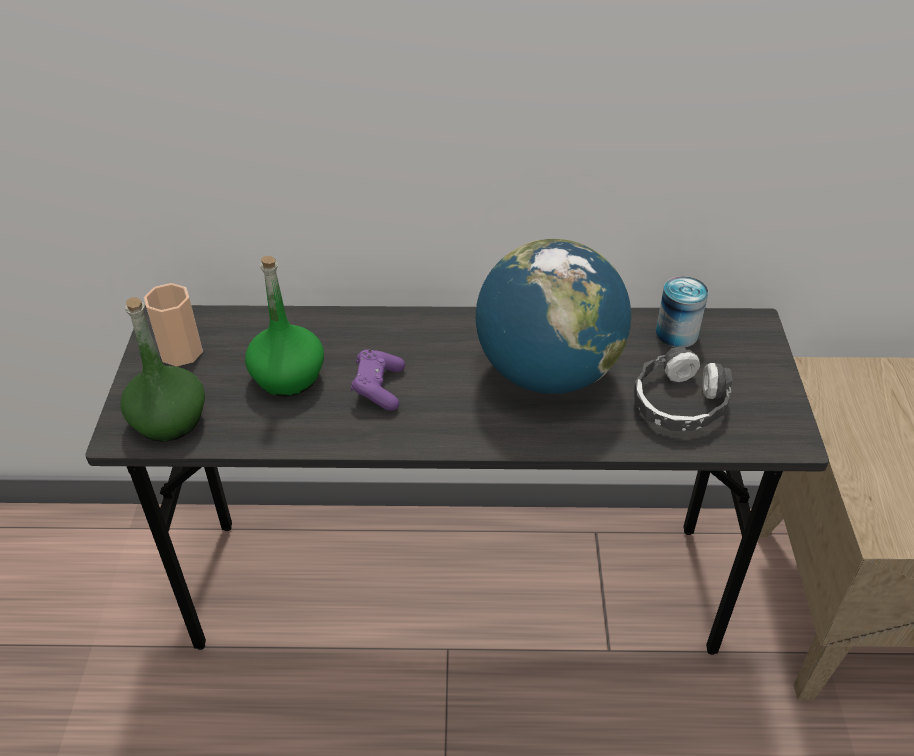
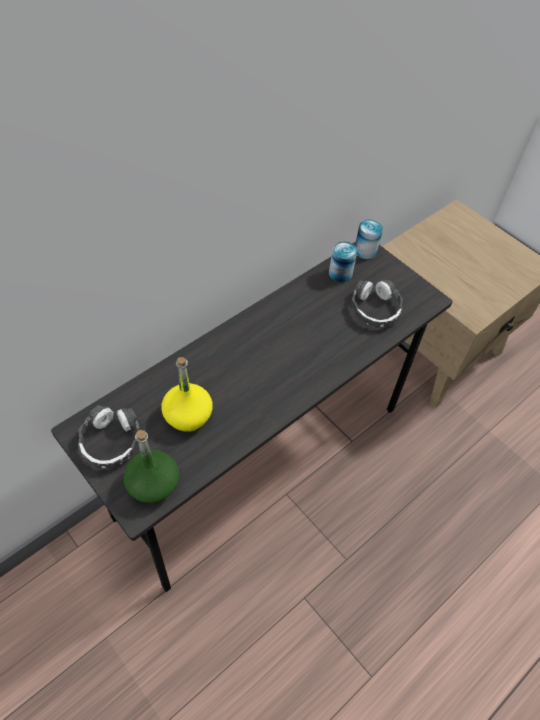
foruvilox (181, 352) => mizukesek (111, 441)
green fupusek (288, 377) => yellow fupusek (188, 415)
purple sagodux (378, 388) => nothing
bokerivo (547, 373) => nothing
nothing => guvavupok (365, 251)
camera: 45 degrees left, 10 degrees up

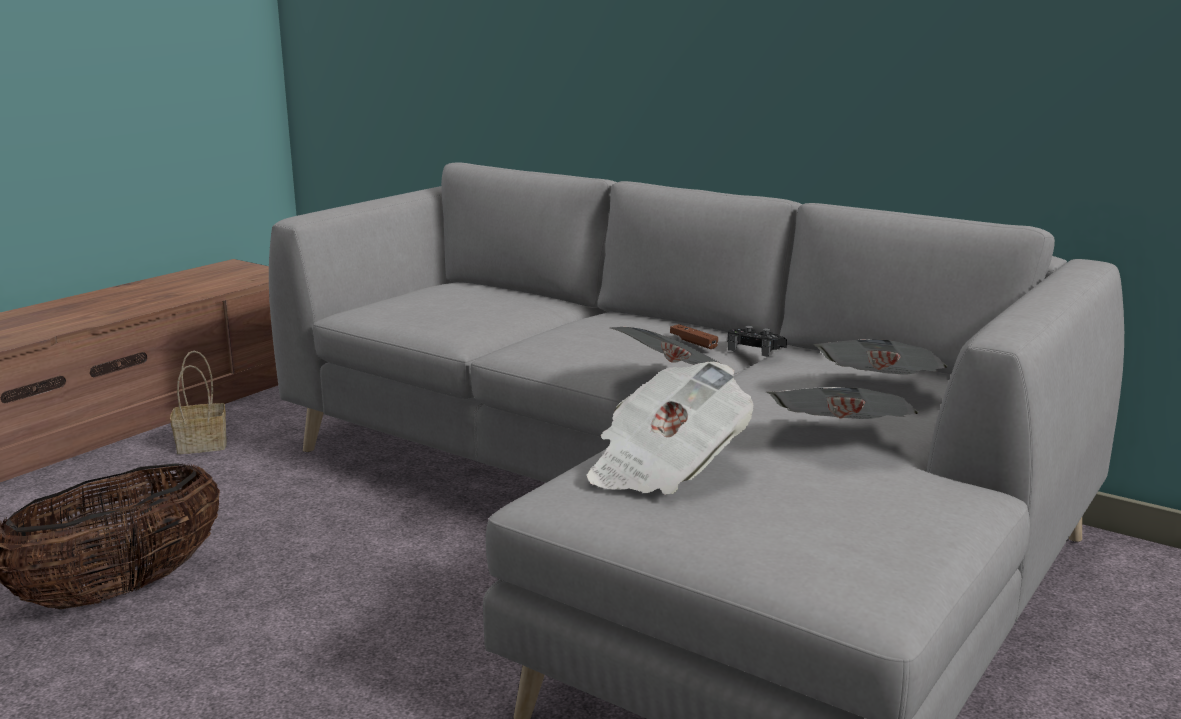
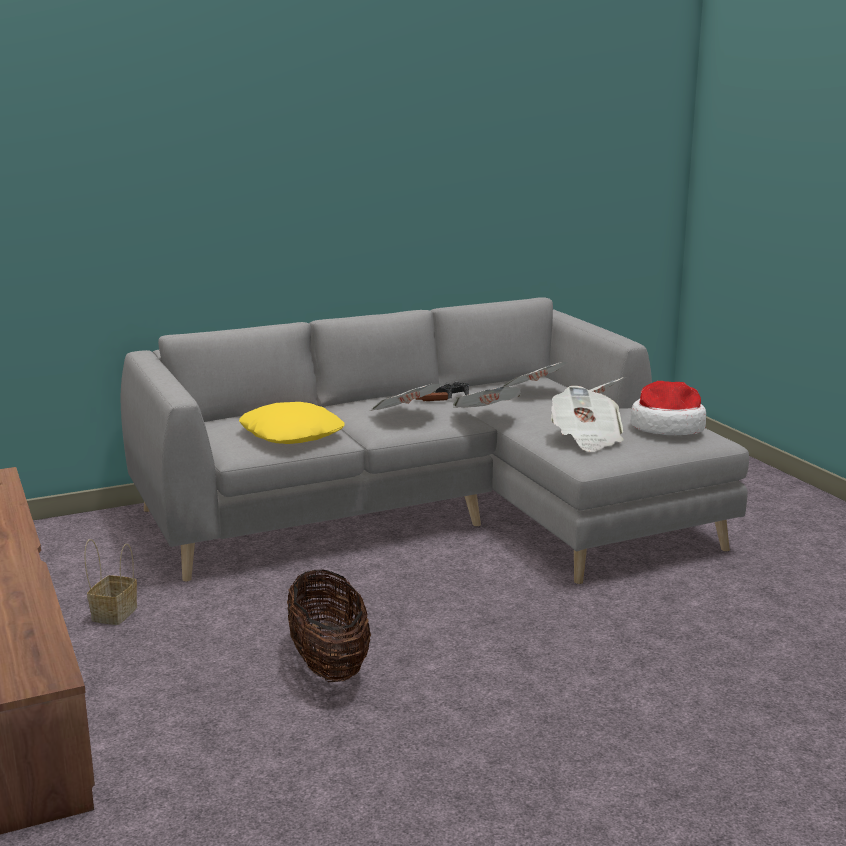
nothing => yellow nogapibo (292, 434)
nothing => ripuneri (405, 416)
nothing => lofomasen (667, 427)
camera: 60 degrees left, 0 degrees up

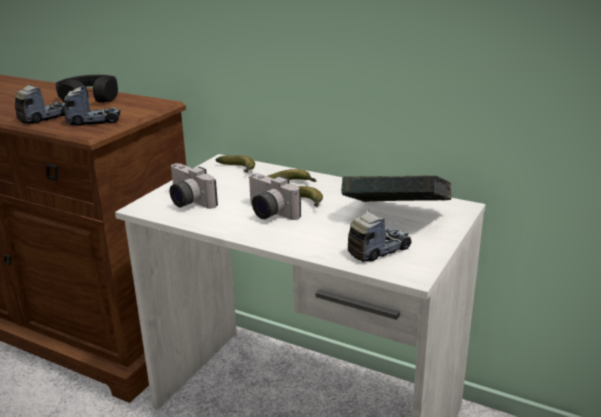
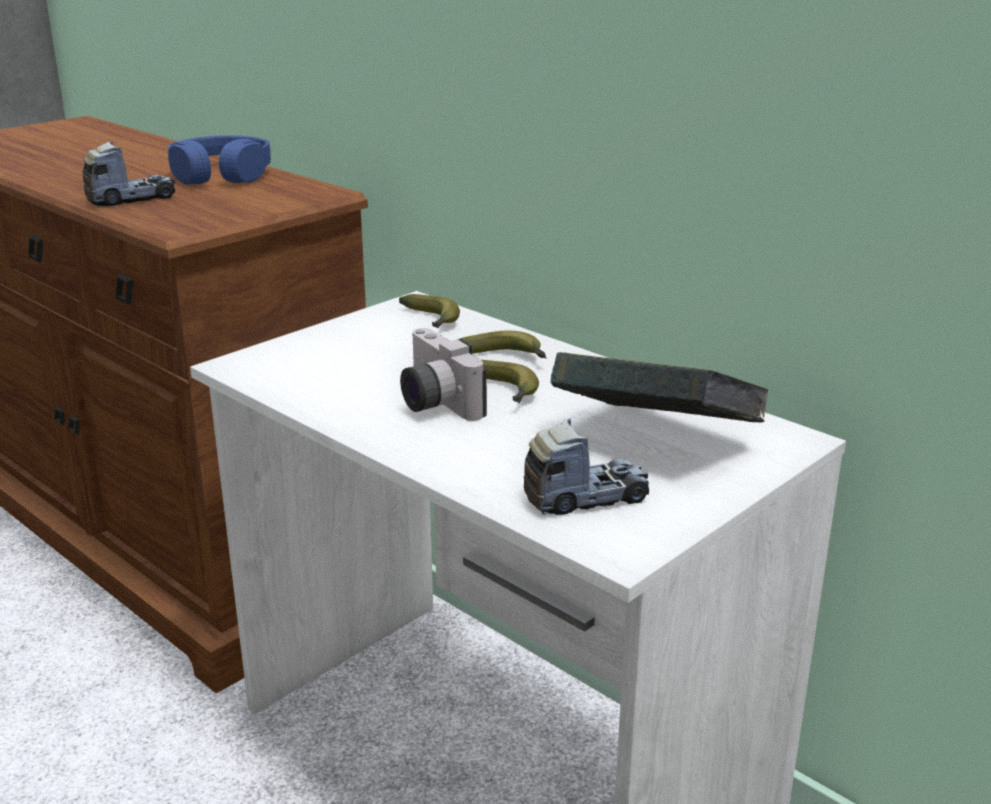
black mizukesek (89, 99) => blue mizukesek (221, 175)
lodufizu (93, 121) => nothing
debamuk (187, 202) => nothing
camera: 15 degrees right, 0 degrees up

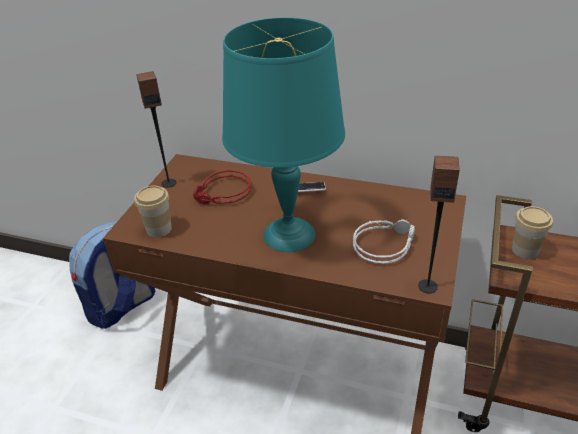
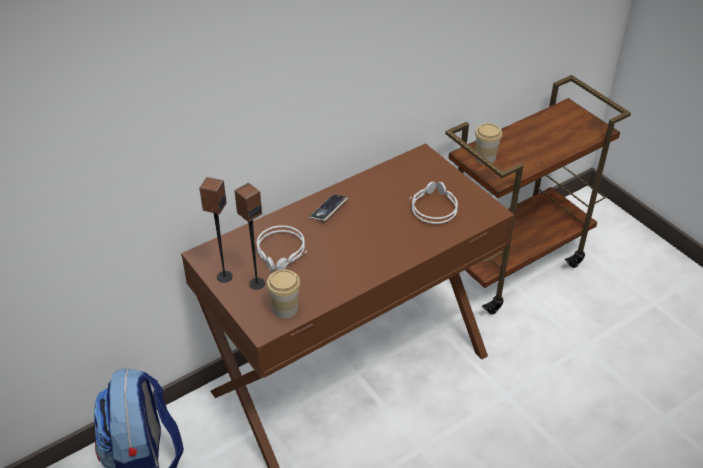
red mizukesek (223, 194) => grey mizukesek (282, 253)
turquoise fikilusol (288, 235) => nothing
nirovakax (427, 286) => nirovakax (256, 283), relocated
camera: 55 degrees left, 5 degrees up

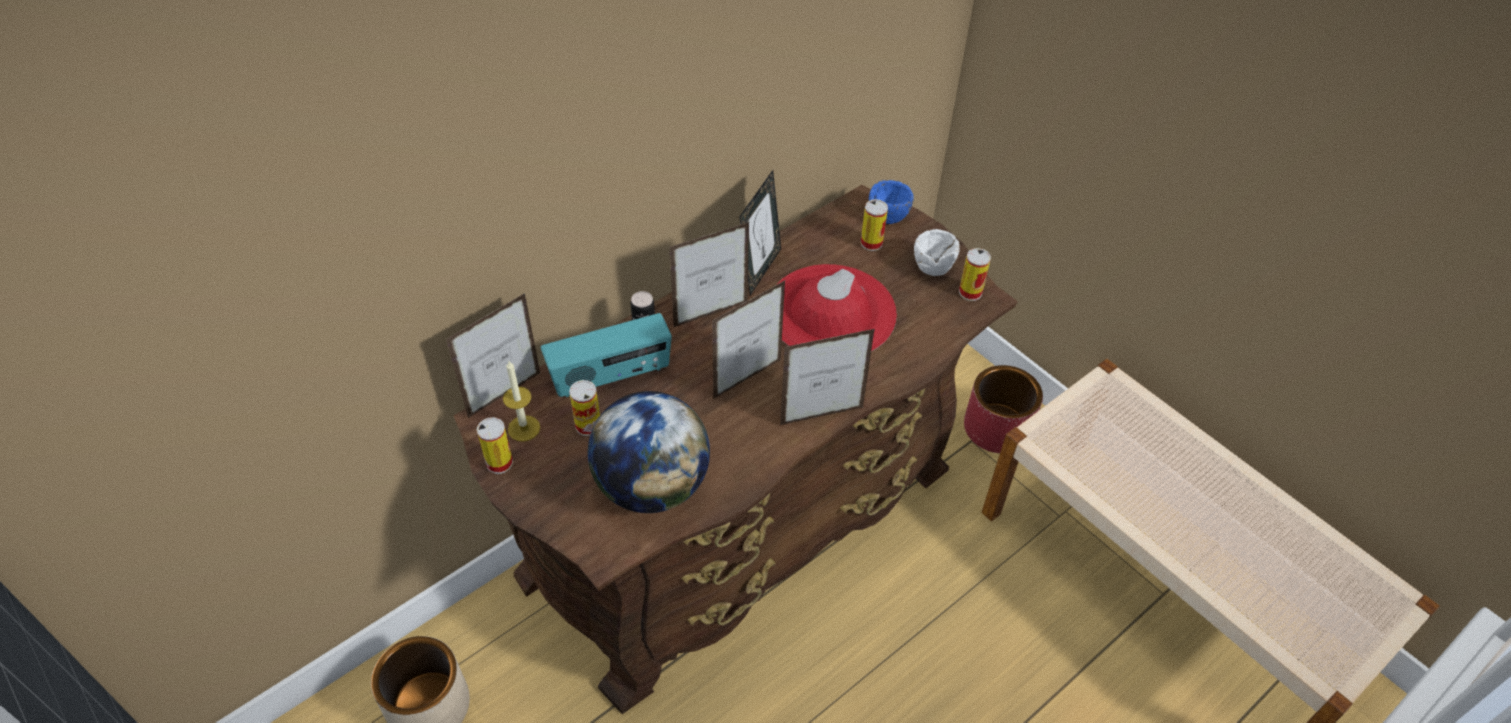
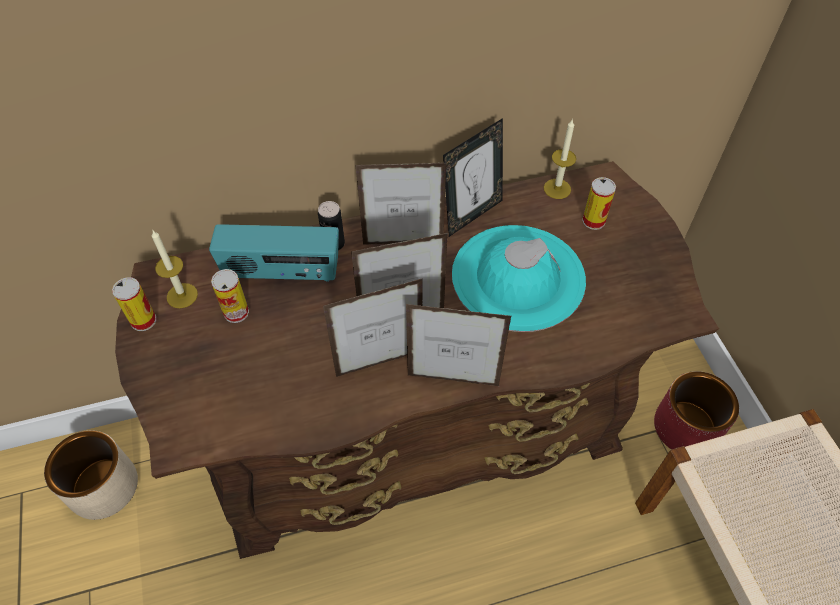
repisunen (505, 395) => repisunen (380, 364), relocated
bokerivo (651, 486) => nothing
red lofomasen (831, 312) => turquoise lofomasen (518, 277)
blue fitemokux (888, 215) => nothing
white fitemokux (933, 266) => nothing
guvavupok (970, 292) => nothing
nothing => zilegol (557, 189)
camera: 25 degrees right, 5 degrees up

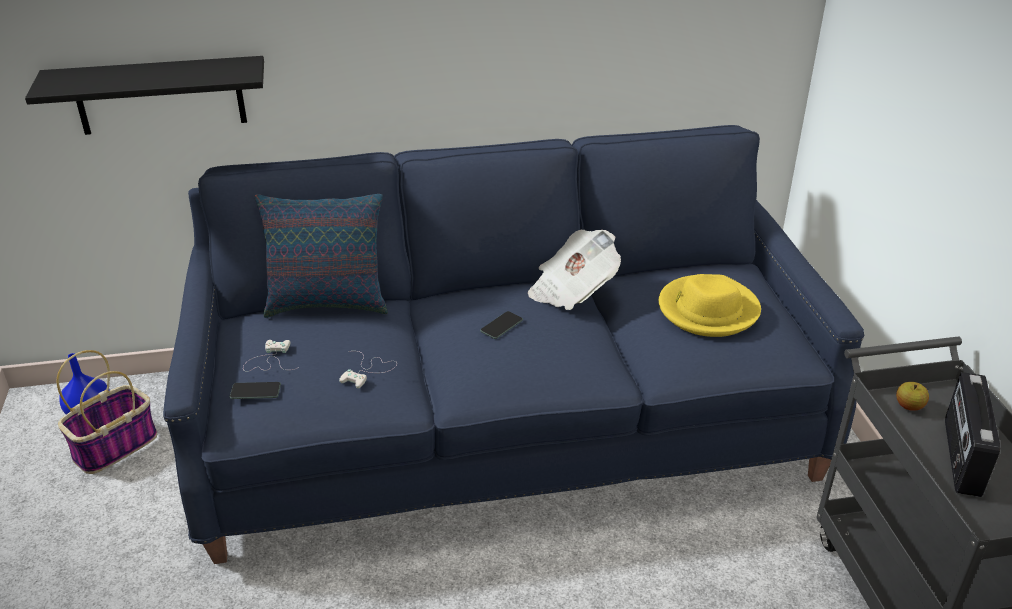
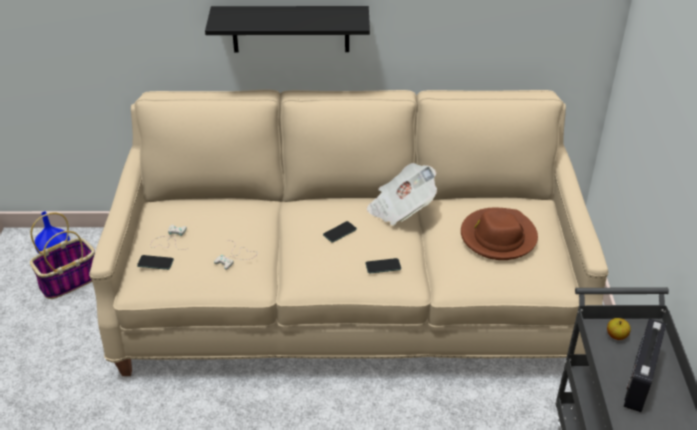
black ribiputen (160, 95) => black ribiputen (290, 29), relocated
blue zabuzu (507, 425) => beige zabuzu (349, 300)
blue nogapibo (328, 305) => nothing
yellow lofomasen (707, 310) => brown lofomasen (498, 237)
nothing => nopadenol (383, 266)
camera: 10 degrees right, 5 degrees up

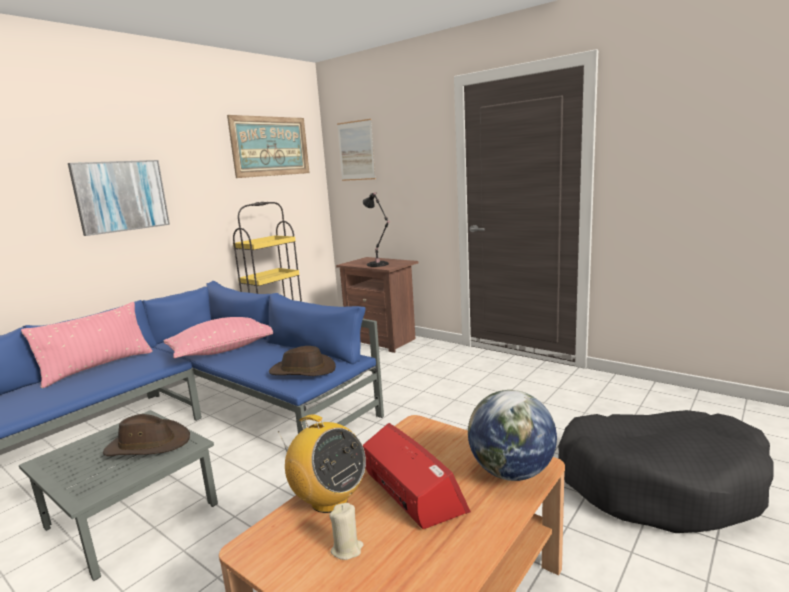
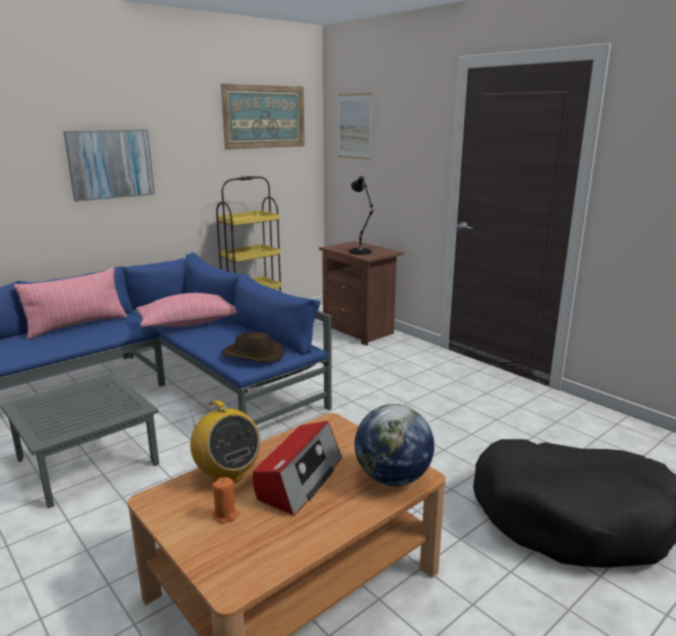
brown lofomasen (148, 444) => nothing
beige zilegol (347, 549) => orange zilegol (226, 515)
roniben (412, 491) => roniben (299, 479), 45 degrees clockwise
camera: 10 degrees right, 5 degrees up

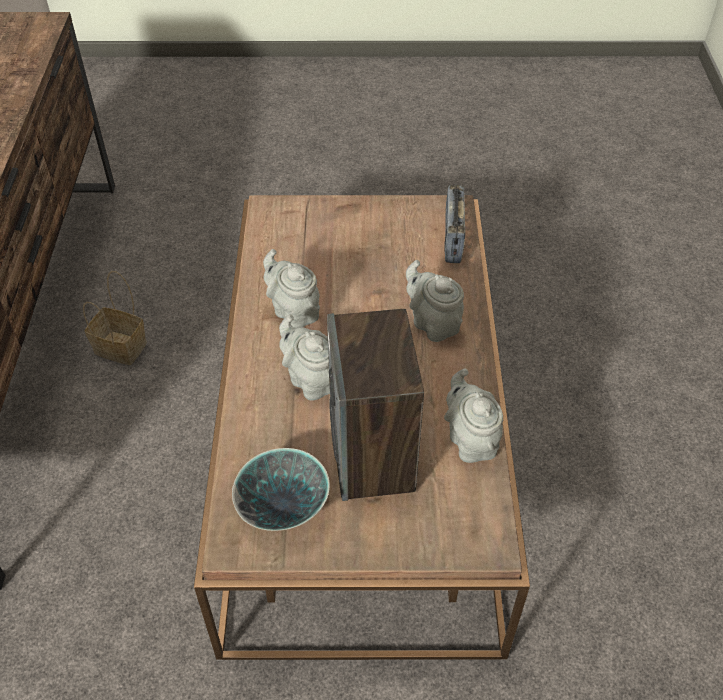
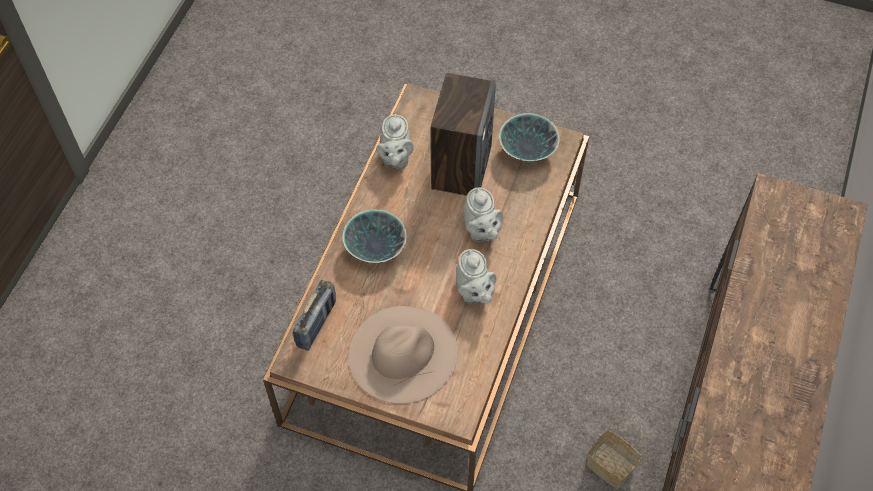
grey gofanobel (433, 324) => fitemokux (375, 249)
nothing => beige lofomasen (403, 353)
camera: 160 degrees left, 10 degrees up

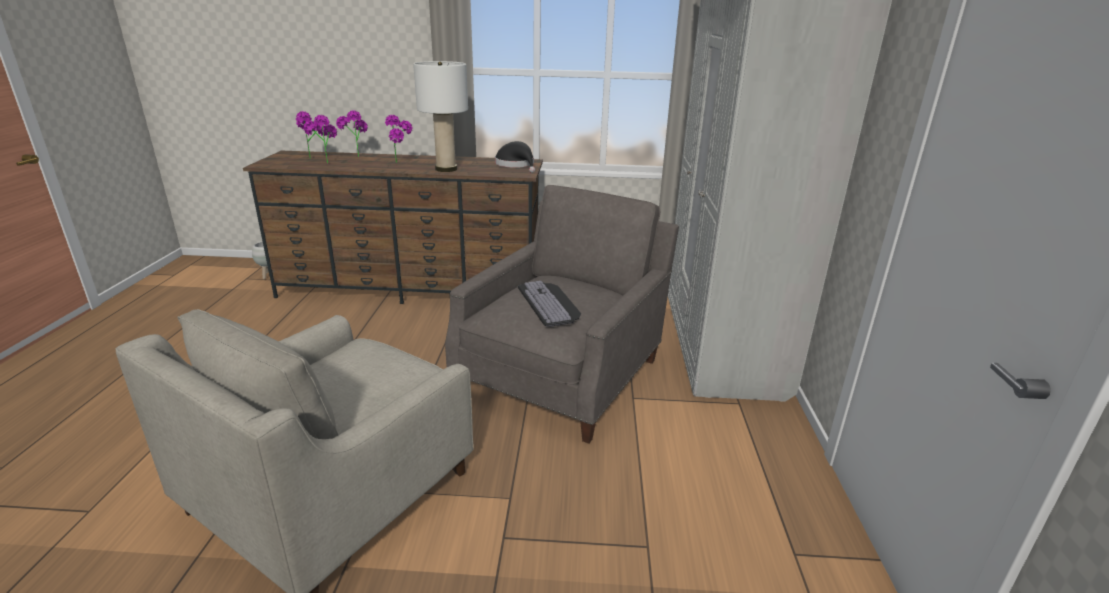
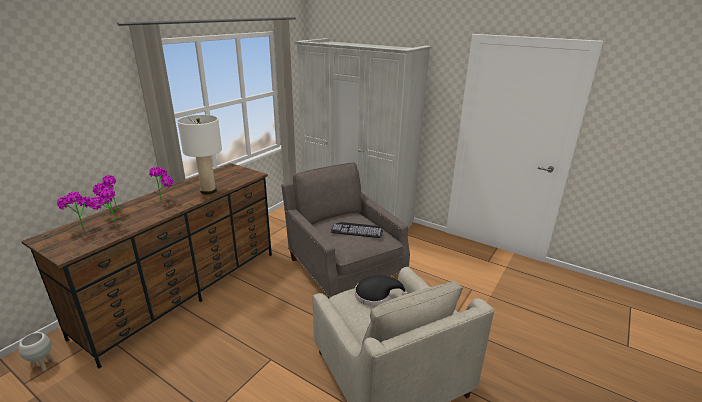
black lofomasen (516, 165) => black lofomasen (376, 295), relocated
camera: 60 degrees left, 0 degrees up

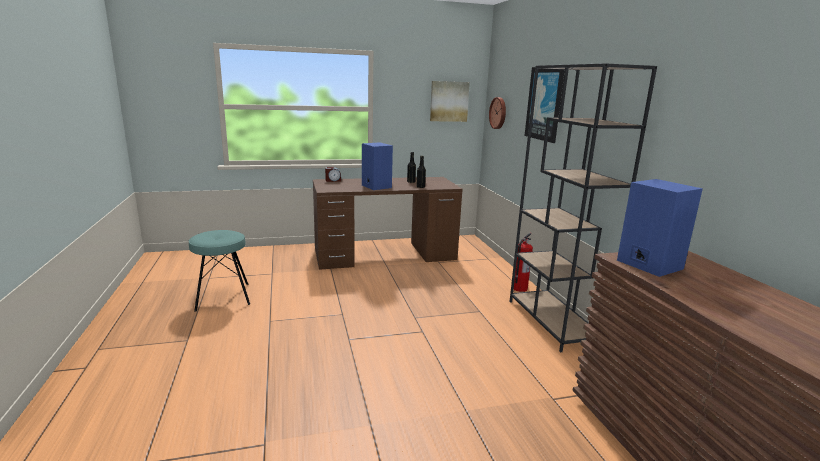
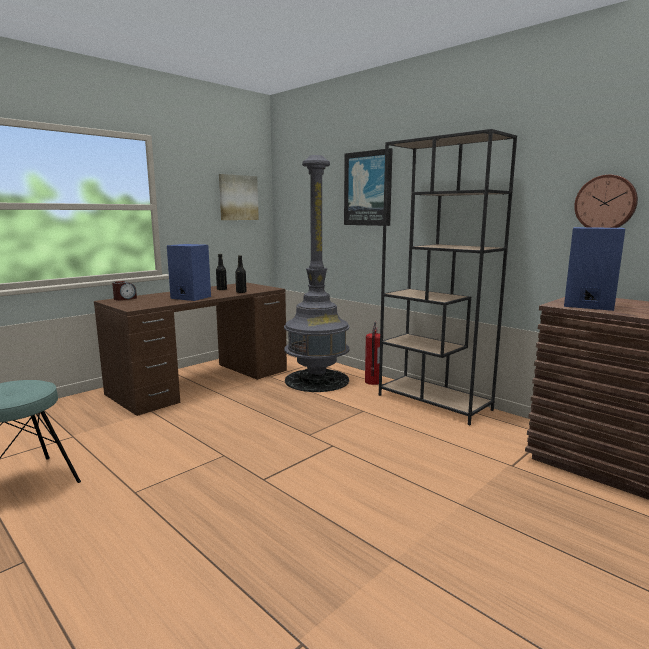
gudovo (498, 113) => gudovo (605, 203), relocated
nothing => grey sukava (317, 380)
camera: 30 degrees left, 5 degrees down

